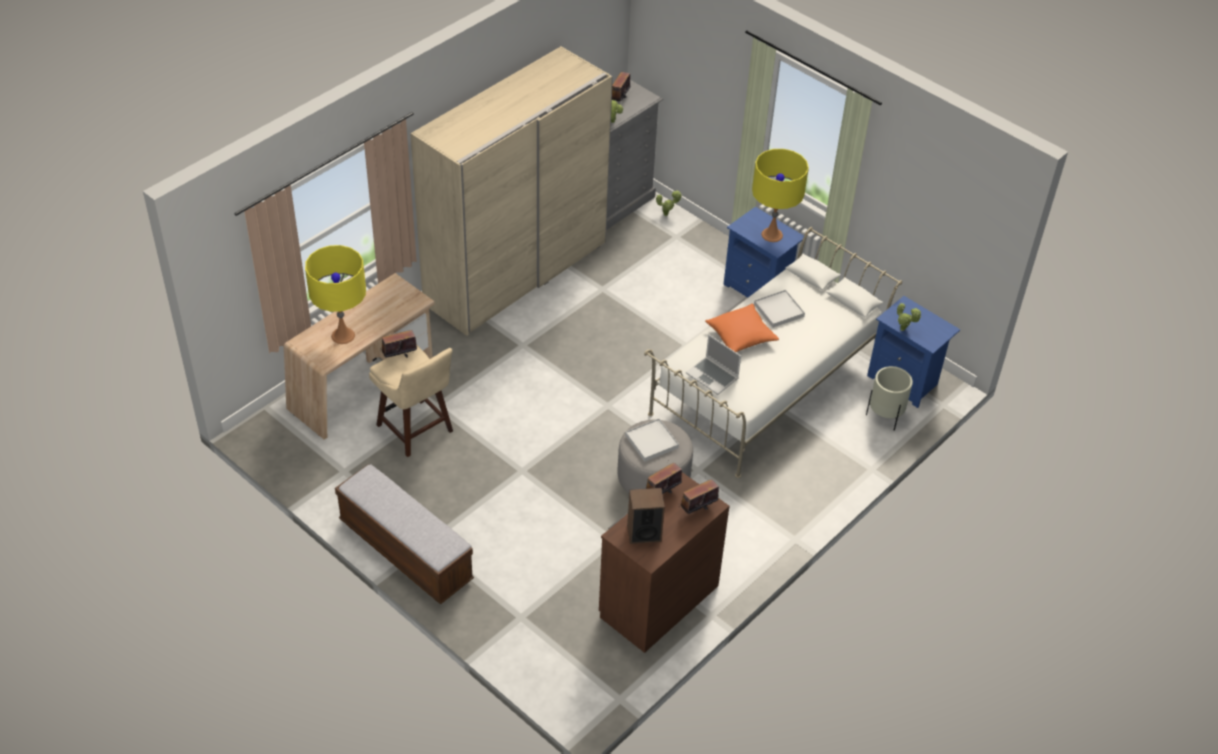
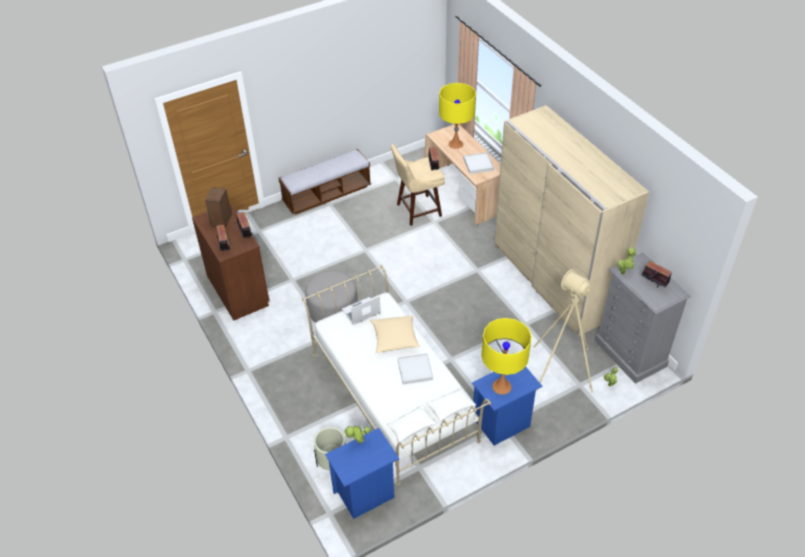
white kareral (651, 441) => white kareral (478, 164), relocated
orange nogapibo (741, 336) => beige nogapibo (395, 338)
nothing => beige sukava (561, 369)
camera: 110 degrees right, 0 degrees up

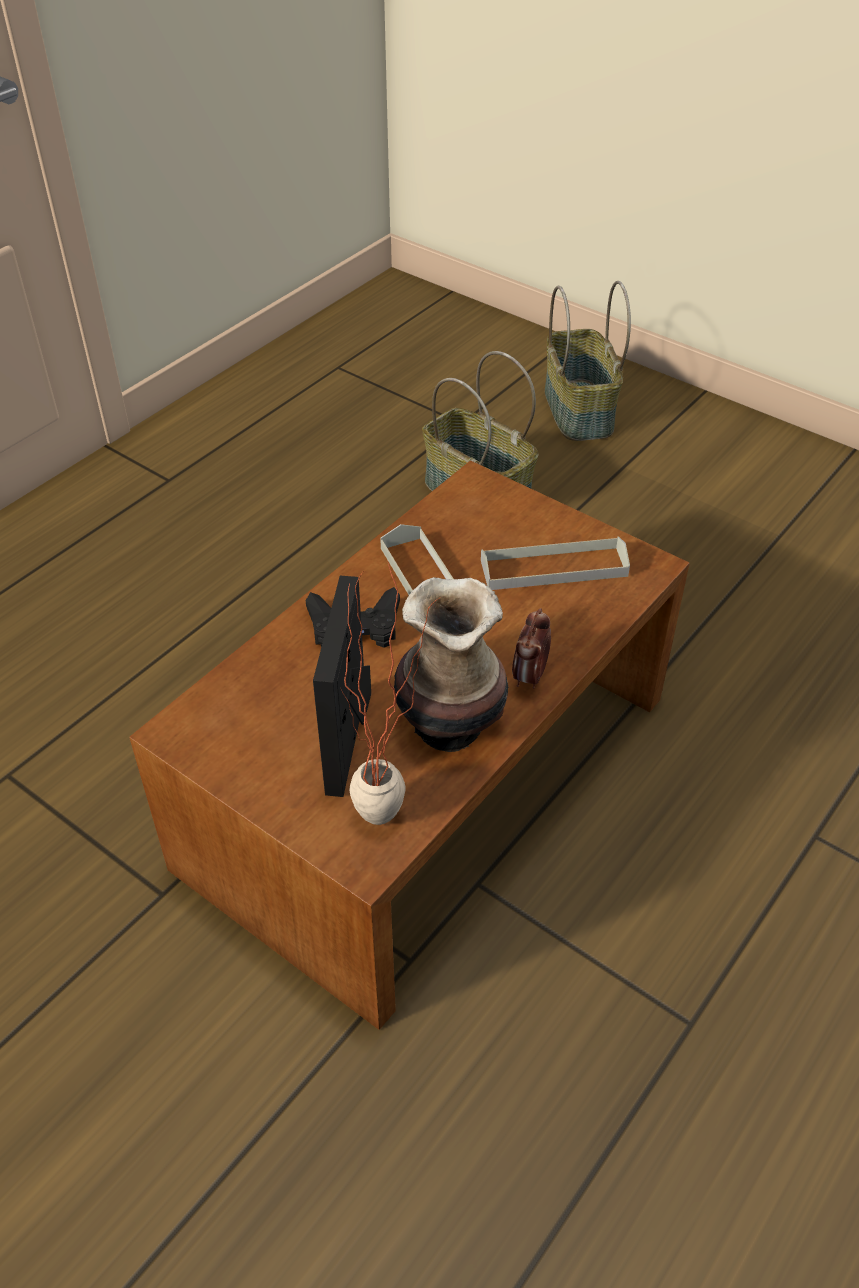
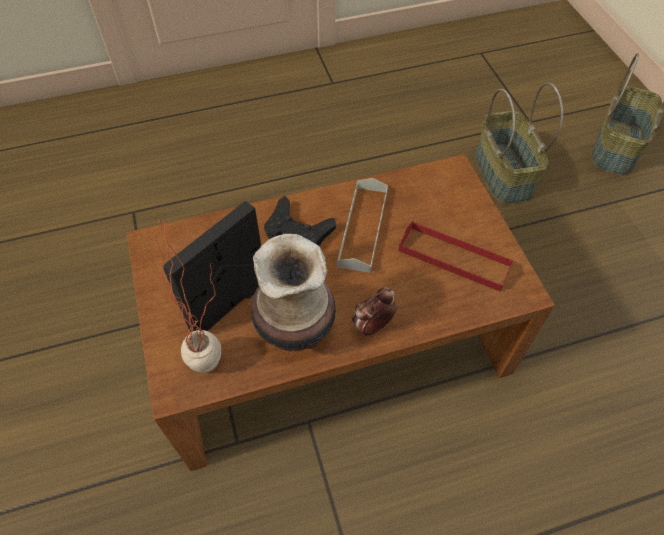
grey kareral (553, 568) => red kareral (454, 258)
camera: 35 degrees right, 10 degrees up

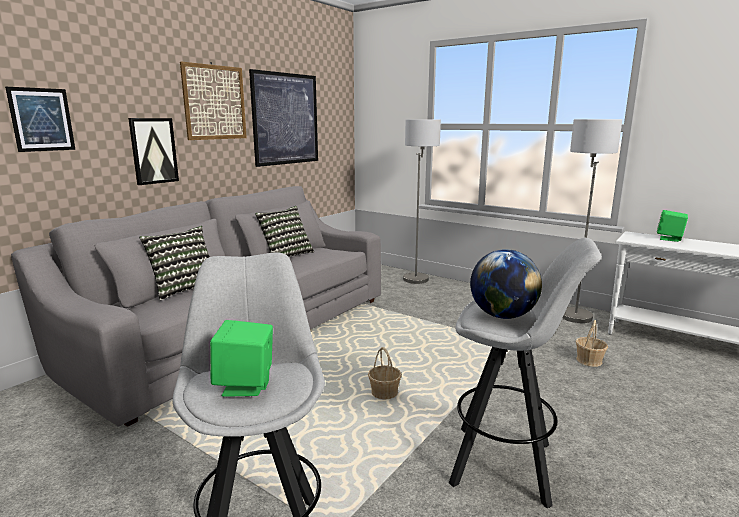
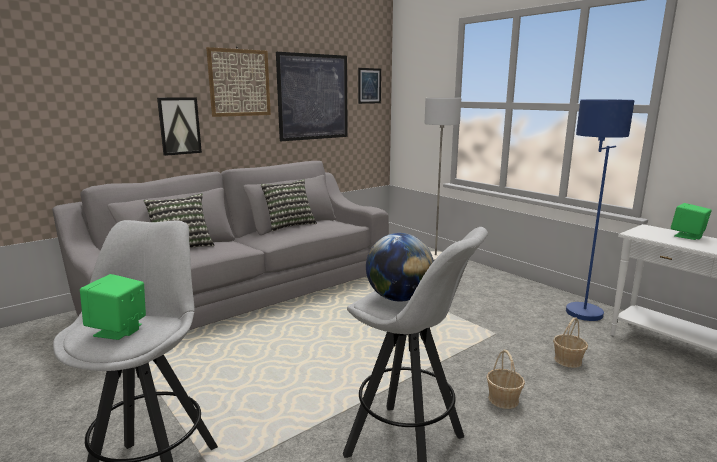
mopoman (42, 119) => mopoman (369, 86), relocated
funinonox (384, 393) => funinonox (503, 399), relocated
grey sukava (573, 320) => blue sukava (579, 316)
camera: 15 degrees right, 0 degrees up

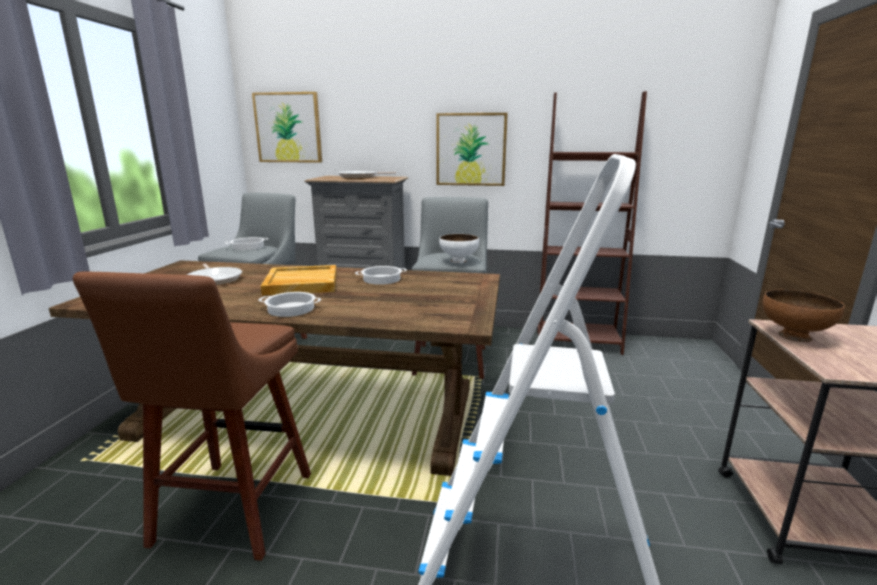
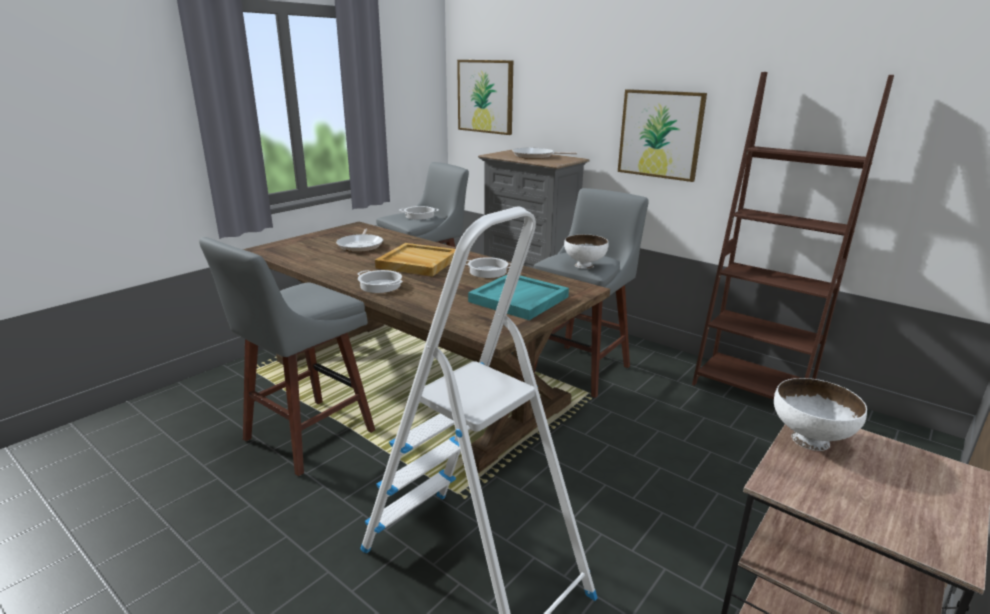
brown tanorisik (232, 511) => grey tanorisik (306, 437)
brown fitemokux (794, 336) => white fitemokux (810, 439)
nothing => turquoise kareral (519, 300)
camera: 30 degrees right, 5 degrees up

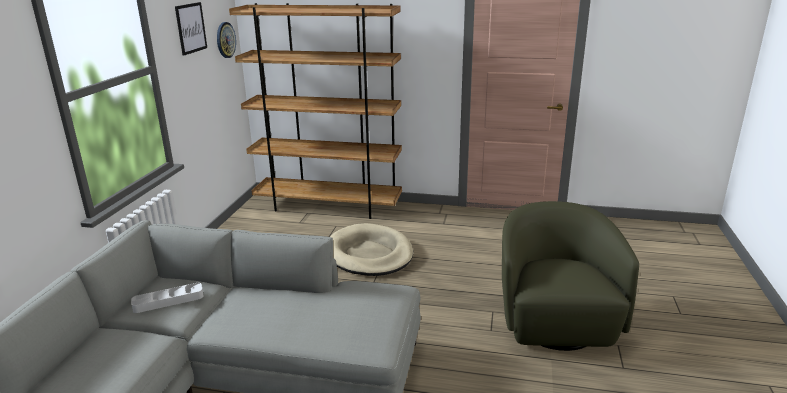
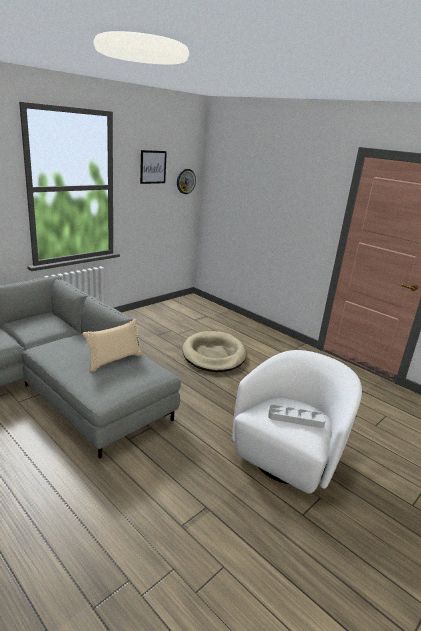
grey kareral (168, 301) => grey kareral (296, 419), relocated
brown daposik (328, 206) => nothing
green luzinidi (554, 321) => white luzinidi (289, 455)
nothing => beige nogapibo (114, 360)
camera: 30 degrees right, 0 degrees up

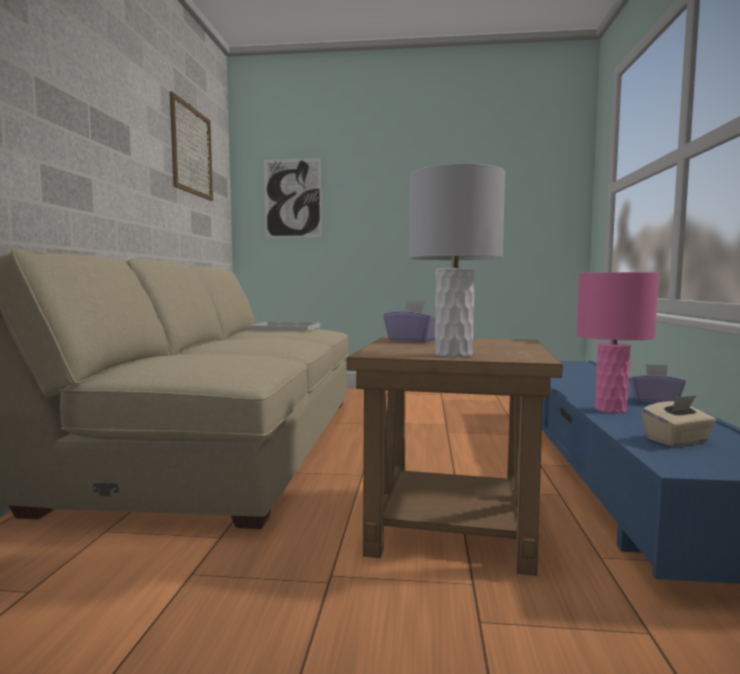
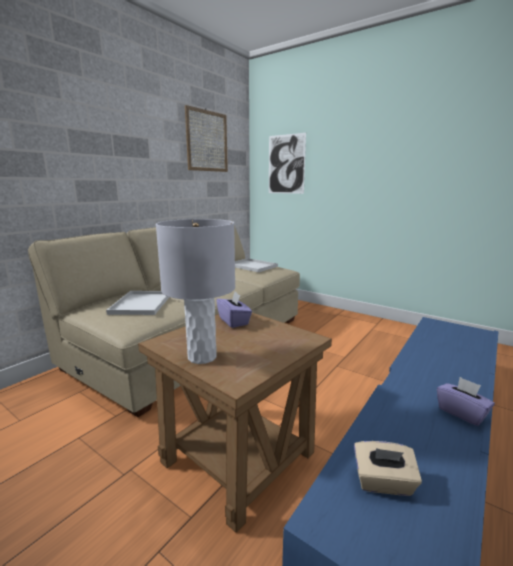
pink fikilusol (611, 410) => nothing
nothing => white kareral (141, 304)
camera: 30 degrees right, 10 degrees up

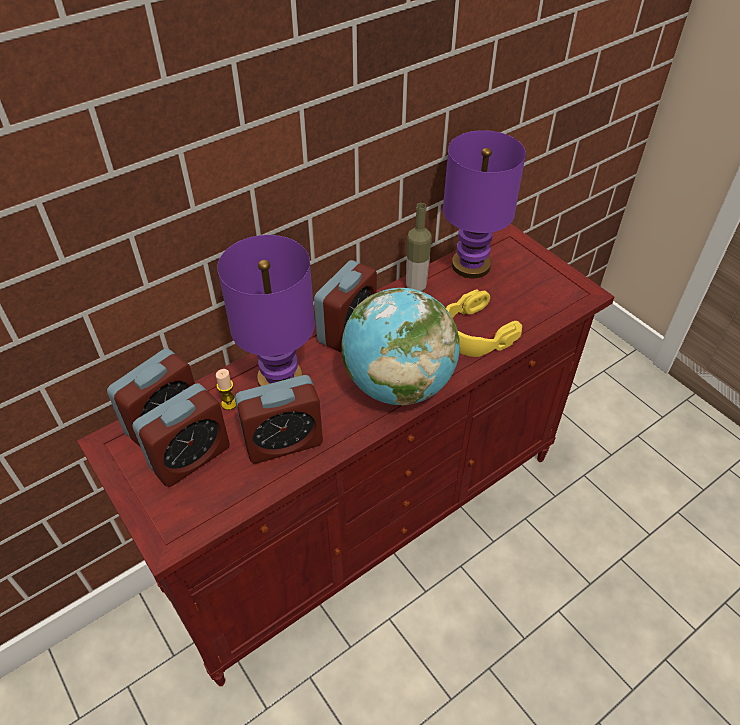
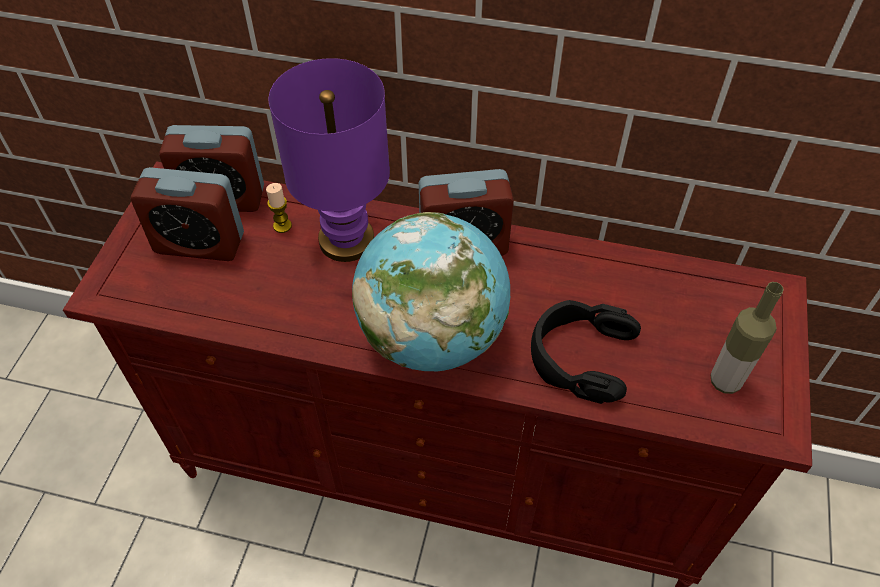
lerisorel (283, 442) => nothing
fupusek (416, 287) => fupusek (725, 381), relocated
purple fikilusol (471, 266) => nothing
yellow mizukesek (475, 333) => black mizukesek (580, 357)
camera: 50 degrees right, 5 degrees up

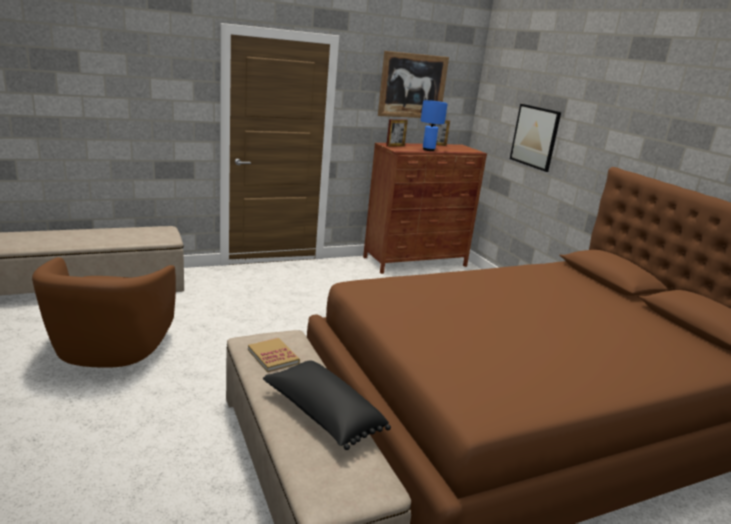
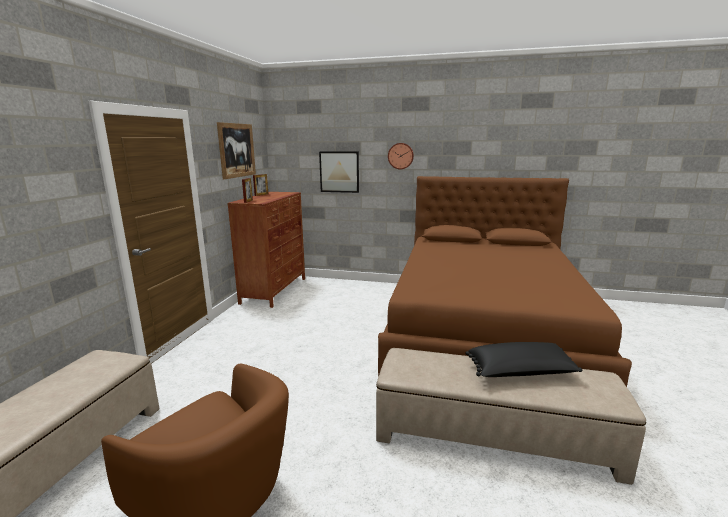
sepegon (273, 356) => nothing
blue fikilusol (428, 150) => nothing
nothing => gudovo (400, 156)
camera: 50 degrees left, 5 degrees down

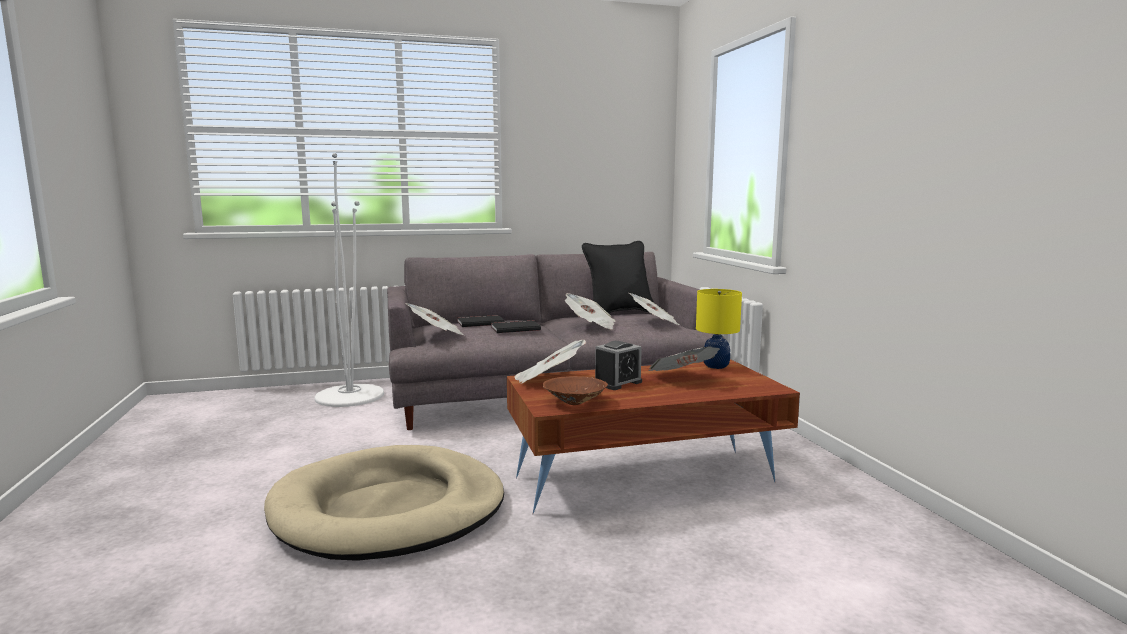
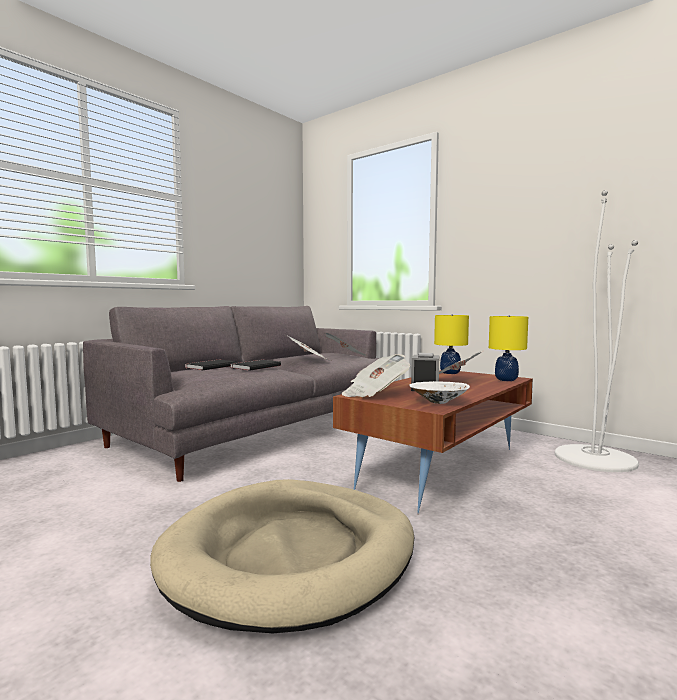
white sukava (349, 396) => white sukava (595, 458), relocated
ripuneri (436, 334) => nothing
brown fitemokux (575, 402) => white fitemokux (438, 402)
black nogapibo (618, 312) => nothing
nothing => yellow fikilusol (506, 380)
camera: 35 degrees left, 5 degrees down

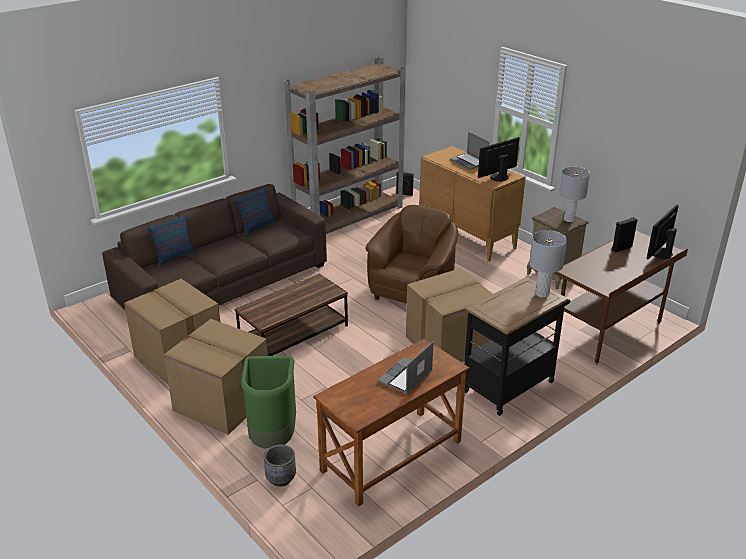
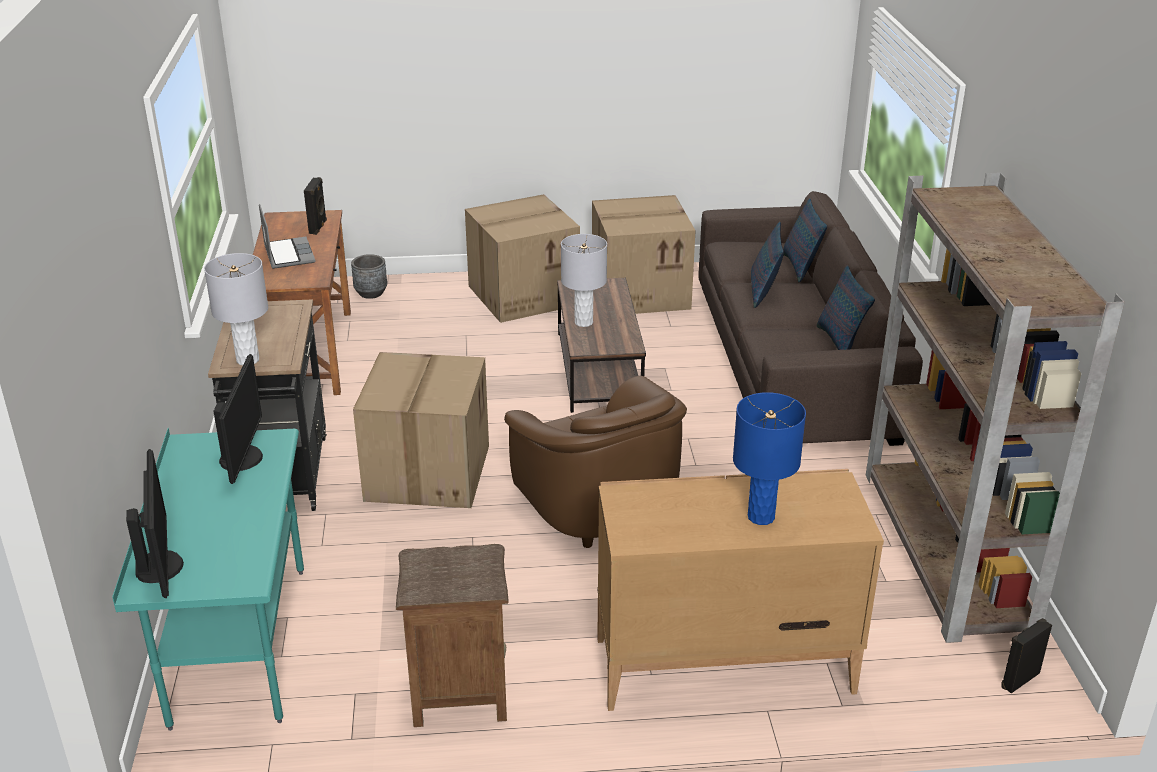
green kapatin (273, 438) => nothing
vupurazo (469, 162) => blue fikilusol (760, 517)
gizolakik (498, 177) => gizolakik (243, 458), relocated
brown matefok (608, 332) => turquoise matefok (239, 645)
grey fikilusol (569, 219) => grey fikilusol (583, 322), relocated
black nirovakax (621, 248) => black nirovakax (318, 227), relocated
nothing => blue nogapibo (763, 293)
camera: 125 degrees right, 0 degrees up

